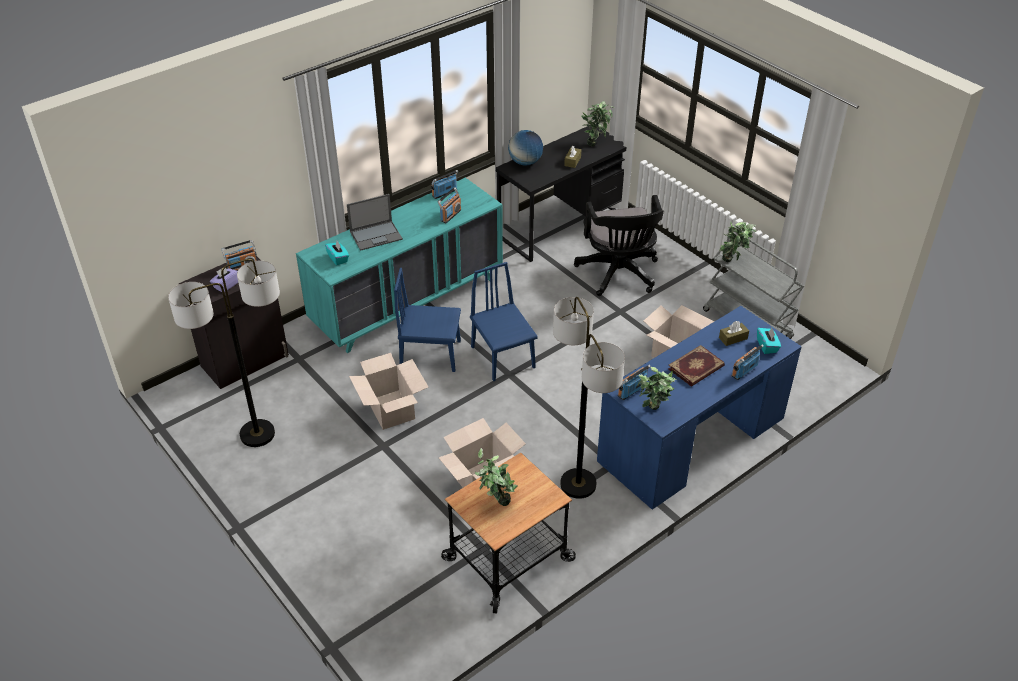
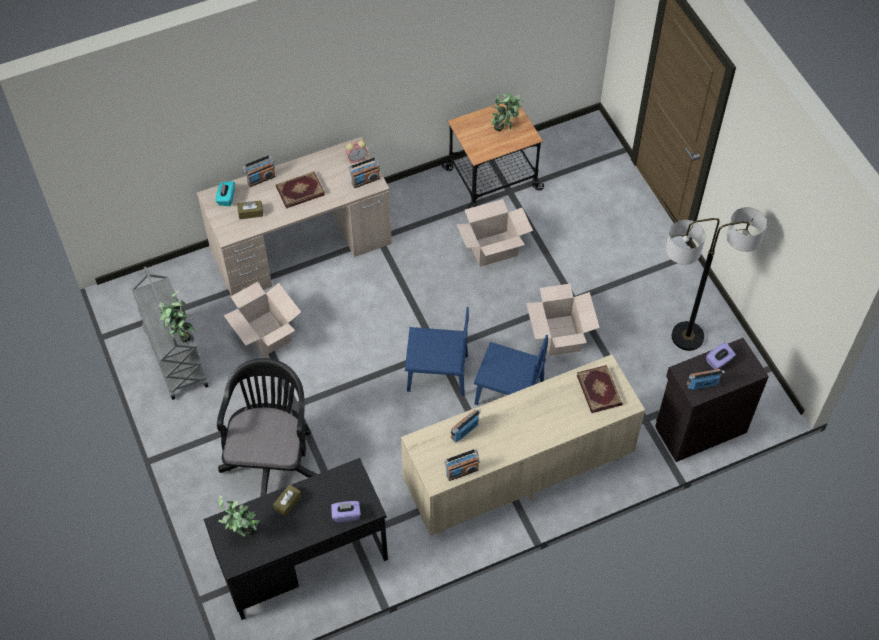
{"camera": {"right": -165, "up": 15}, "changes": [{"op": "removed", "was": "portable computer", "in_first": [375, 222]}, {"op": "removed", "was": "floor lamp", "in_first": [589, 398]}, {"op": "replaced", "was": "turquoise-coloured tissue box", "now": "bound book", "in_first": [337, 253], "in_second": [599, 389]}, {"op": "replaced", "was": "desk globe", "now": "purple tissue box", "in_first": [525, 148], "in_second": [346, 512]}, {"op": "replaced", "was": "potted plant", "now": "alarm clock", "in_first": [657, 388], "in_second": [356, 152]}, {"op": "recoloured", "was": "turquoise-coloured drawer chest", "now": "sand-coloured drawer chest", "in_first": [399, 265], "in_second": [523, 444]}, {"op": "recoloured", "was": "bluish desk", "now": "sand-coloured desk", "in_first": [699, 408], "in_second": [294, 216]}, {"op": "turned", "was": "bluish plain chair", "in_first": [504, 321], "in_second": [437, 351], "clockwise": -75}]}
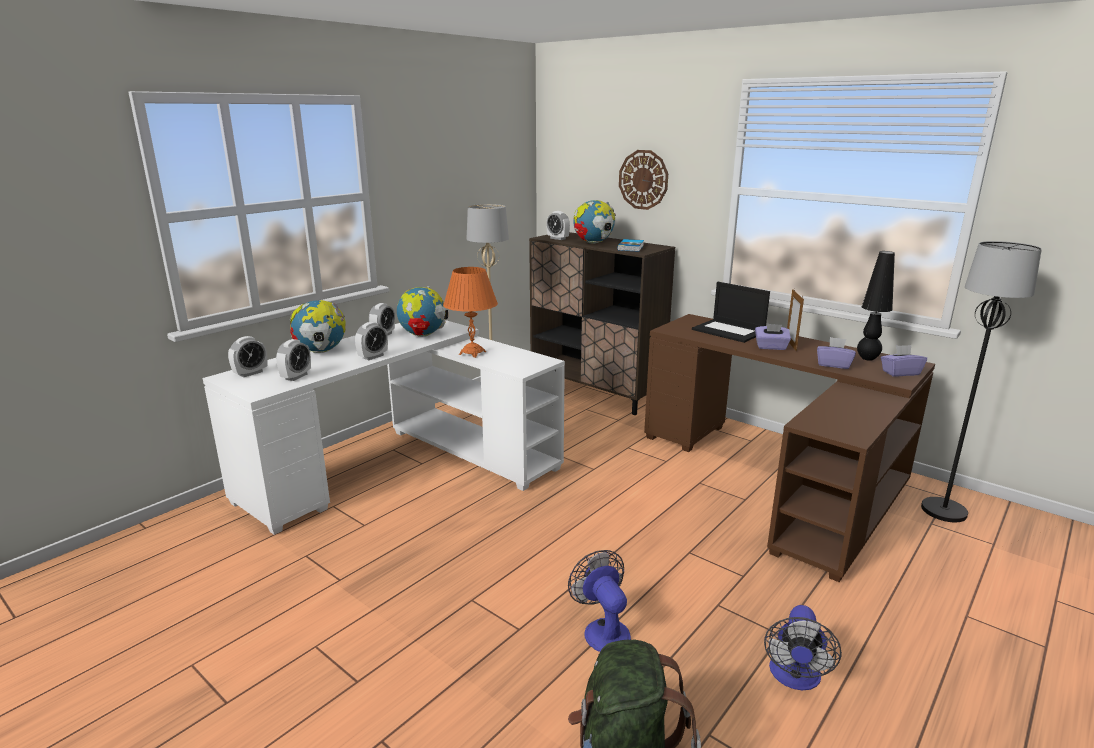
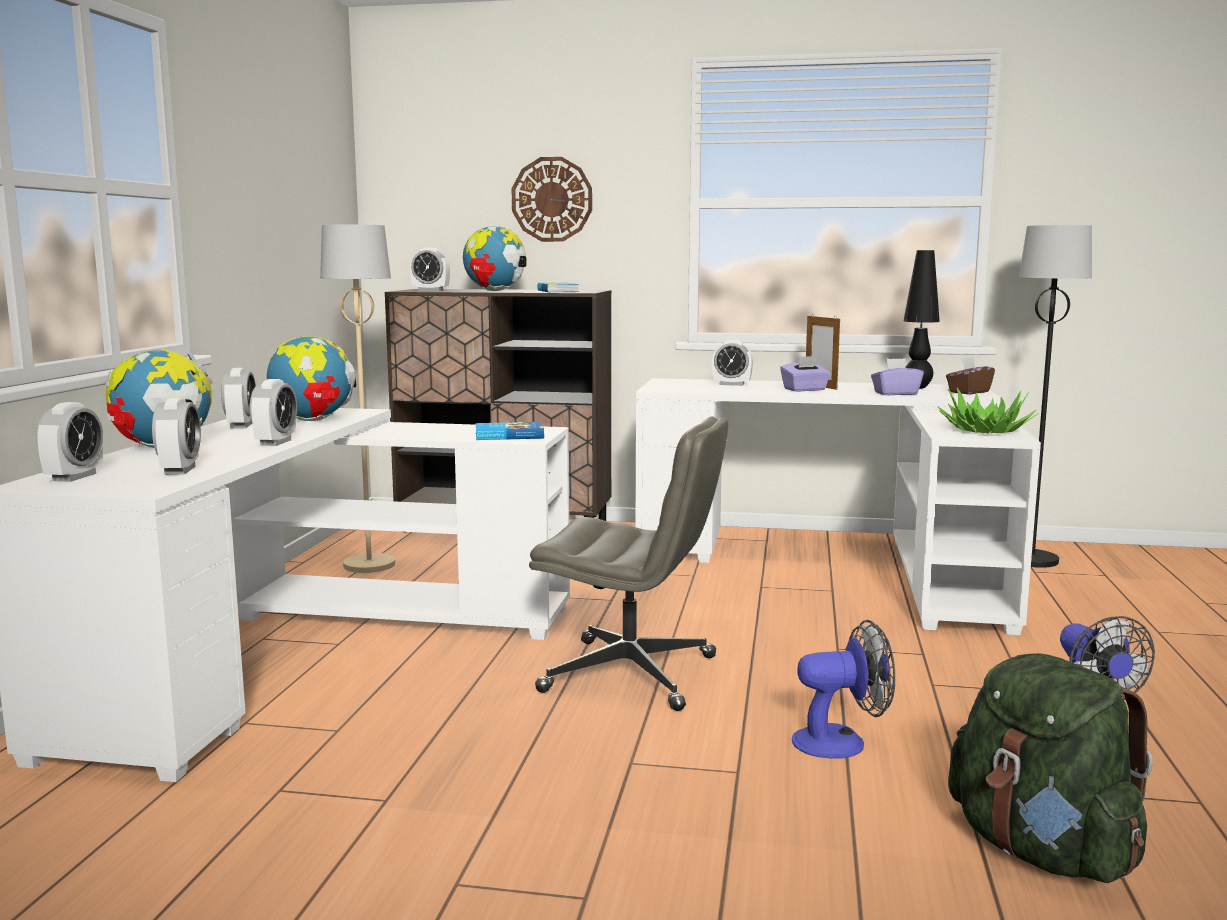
{"camera": {"right": -30, "up": -10}, "changes": [{"op": "removed", "was": "orange lamp for a table", "in_first": [470, 312]}, {"op": "added", "now": "bound book", "in_second": [510, 431]}, {"op": "added", "now": "grey office chair", "in_second": [628, 563]}, {"op": "added", "now": "potted plant", "in_second": [988, 411]}, {"op": "replaced", "was": "portable computer", "now": "alarm clock", "in_first": [731, 312], "in_second": [732, 363]}, {"op": "recoloured", "was": "brown desk", "now": "white-coloured desk", "in_first": [789, 448], "in_second": [838, 506]}, {"op": "recoloured", "was": "purple tissue box", "now": "brown tissue box", "in_first": [904, 361], "in_second": [970, 375]}, {"op": "turned", "was": "fan", "in_first": [599, 601], "in_second": [843, 689], "clockwise": 135}]}
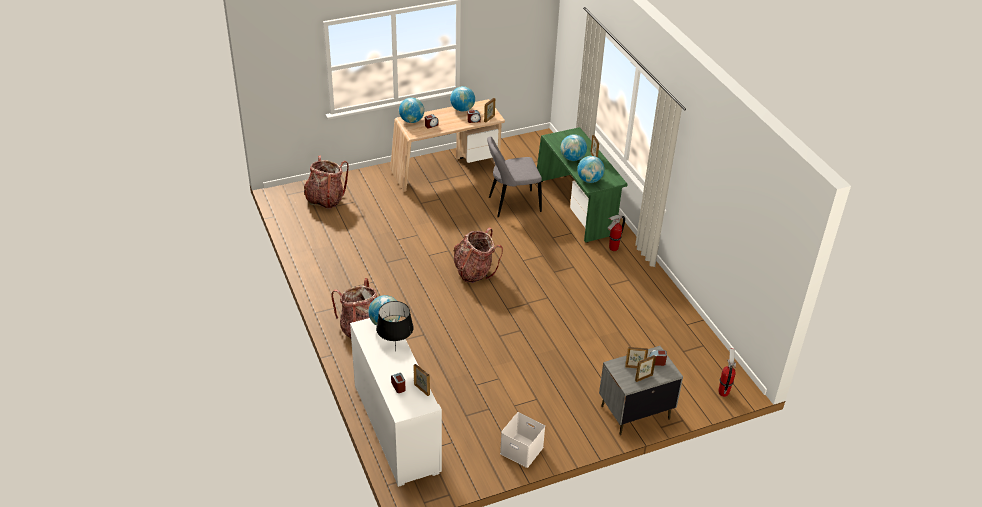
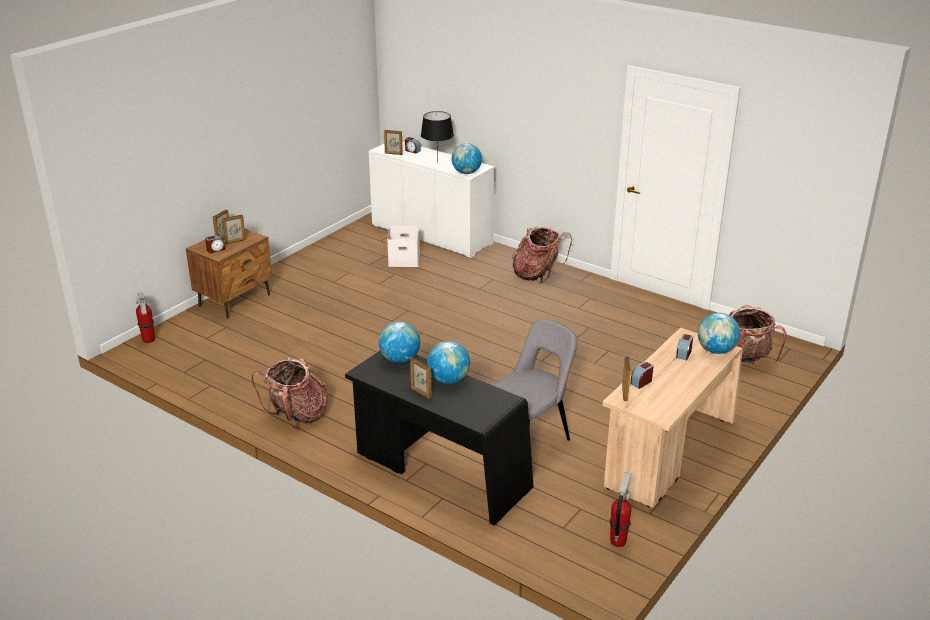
{"camera": {"right": 150, "up": -10}, "changes": [{"op": "removed", "was": "desk globe", "in_first": [462, 99]}, {"op": "moved", "was": "backpack", "in_first": [478, 255], "in_second": [290, 393]}, {"op": "moved", "was": "white-coloured storage container", "in_first": [522, 440], "in_second": [403, 246]}, {"op": "moved", "was": "fire extinguisher", "in_first": [616, 233], "in_second": [620, 509]}, {"op": "recoloured", "was": "green desk", "now": "black desk", "in_first": [582, 185], "in_second": [439, 438]}, {"op": "recoloured", "was": "grey night table", "now": "brown night table", "in_first": [641, 390], "in_second": [229, 274]}]}
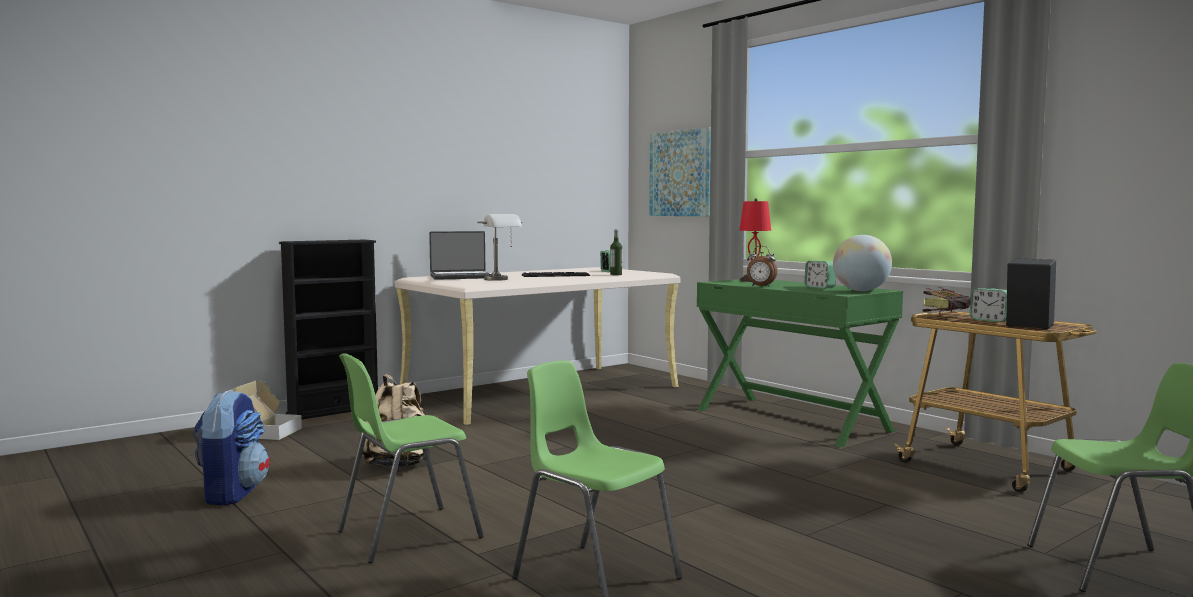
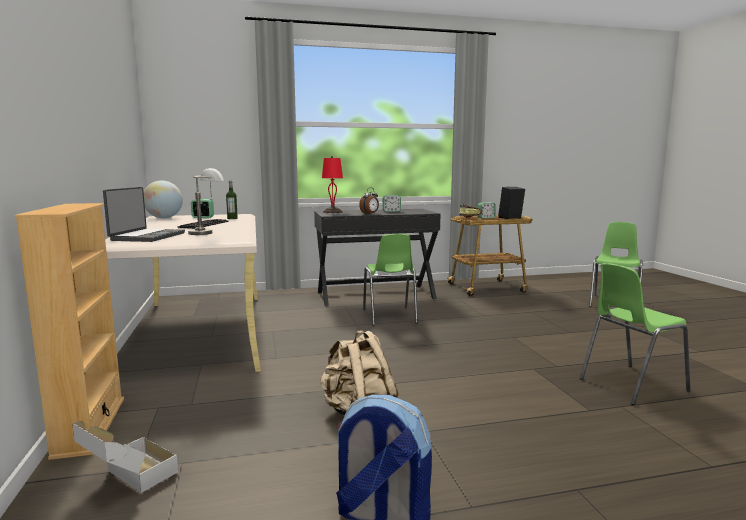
{"camera": {"right": -65, "up": 5}, "changes": [{"op": "removed", "was": "wall picture", "in_first": [680, 171]}, {"op": "moved", "was": "green plain chair", "in_first": [410, 458], "in_second": [390, 280]}, {"op": "moved", "was": "desk globe", "in_first": [862, 263], "in_second": [163, 199]}, {"op": "recoloured", "was": "black bookshelf", "now": "sand-coloured bookshelf", "in_first": [328, 329], "in_second": [69, 331]}, {"op": "recoloured", "was": "green desk", "now": "black desk", "in_first": [800, 363], "in_second": [377, 257]}]}
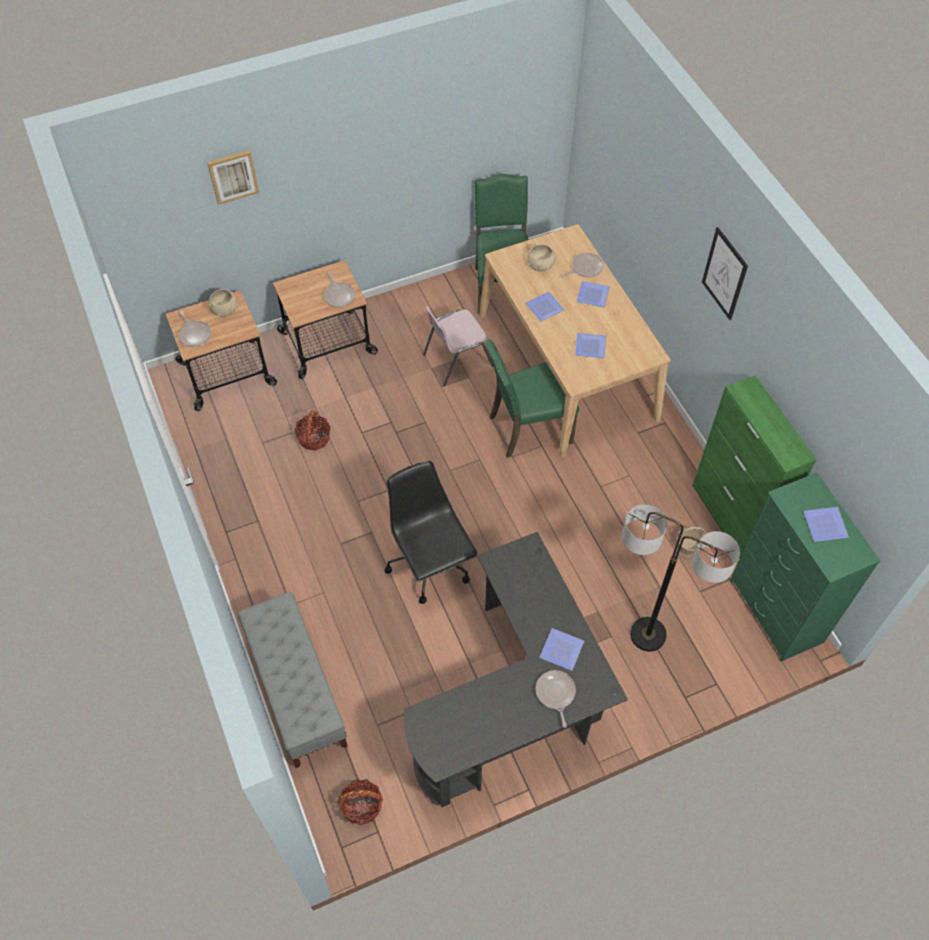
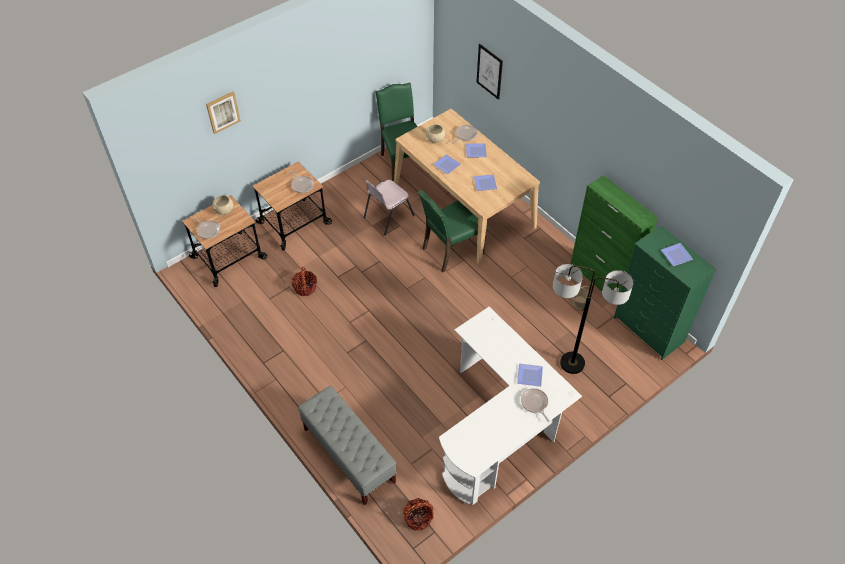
{"camera": {"right": -15, "up": -5}, "changes": [{"op": "removed", "was": "black office chair", "in_first": [431, 532]}, {"op": "moved", "was": "wall picture", "in_first": [725, 273], "in_second": [489, 72]}, {"op": "recoloured", "was": "black desk", "now": "white-coloured desk", "in_first": [516, 669], "in_second": [510, 406]}]}
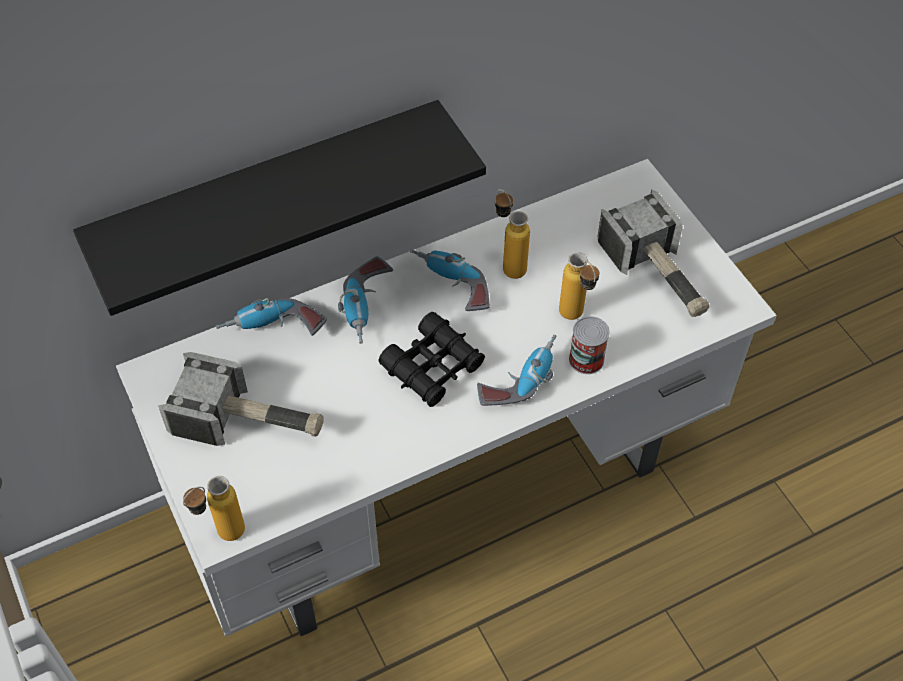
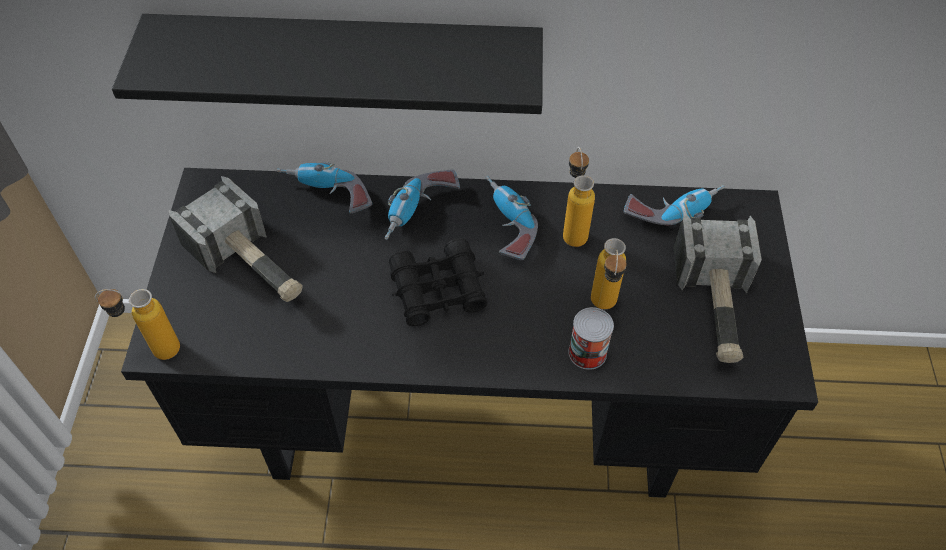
{"camera": {"right": 30, "up": 0}, "changes": [{"op": "moved", "was": "electric drill", "in_first": [517, 370], "in_second": [674, 205]}, {"op": "recoloured", "was": "white-coloured desk", "now": "black desk", "in_first": [446, 398], "in_second": [469, 333]}]}
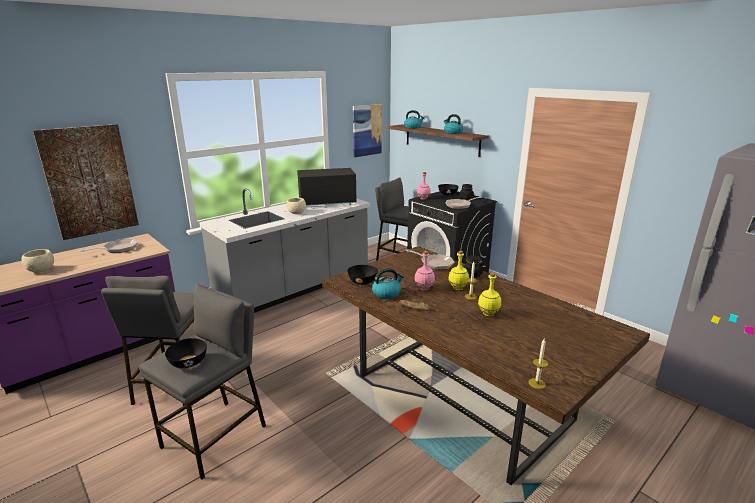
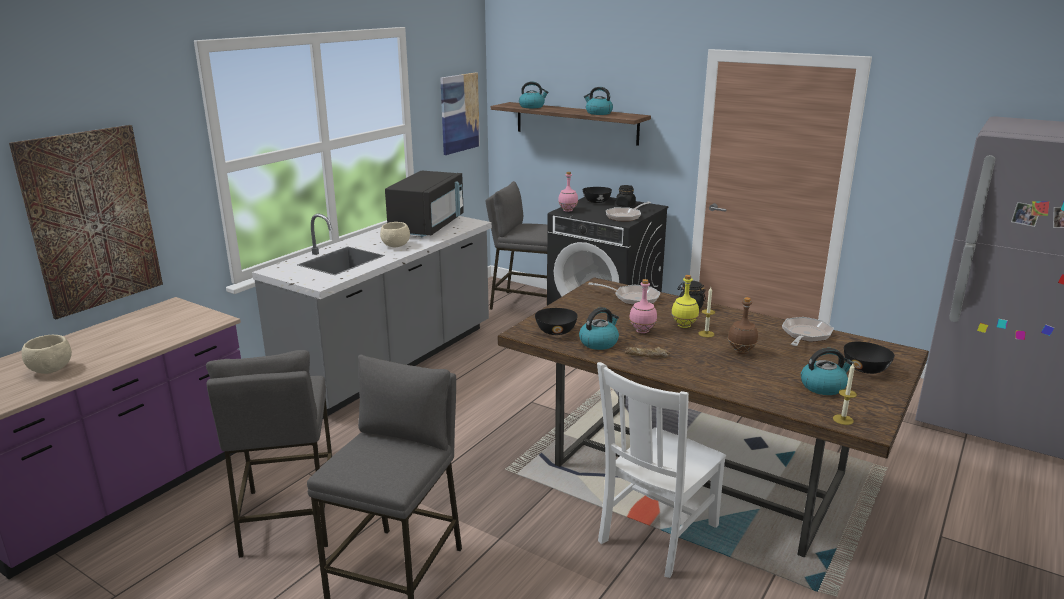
{"camera": {"right": -15, "up": 0}, "changes": [{"op": "added", "now": "white-coloured plain chair", "in_second": [661, 470]}, {"op": "added", "now": "tea kettle", "in_second": [827, 371]}, {"op": "moved", "was": "skillet", "in_first": [108, 246], "in_second": [808, 331]}, {"op": "moved", "was": "black bowl", "in_first": [186, 353], "in_second": [869, 358]}, {"op": "recoloured", "was": "yellow beverage bottle", "now": "brown beverage bottle", "in_first": [489, 294], "in_second": [743, 325]}, {"op": "turned", "was": "black microwave oven", "in_first": [326, 187], "in_second": [424, 204], "clockwise": 135}]}
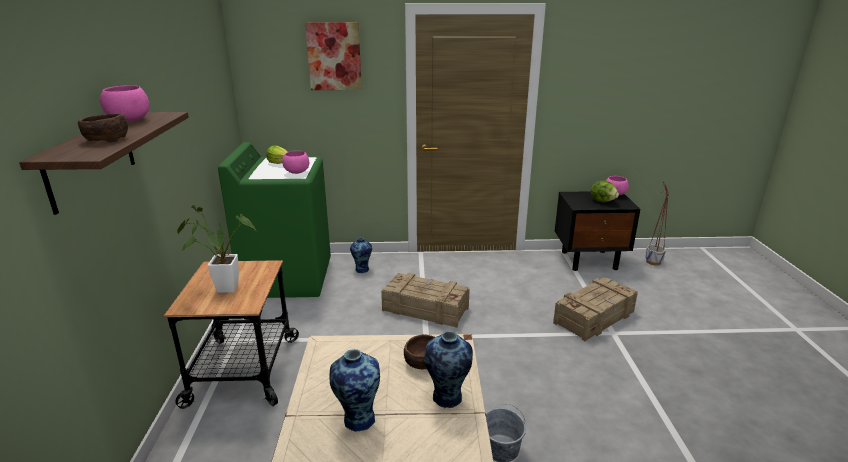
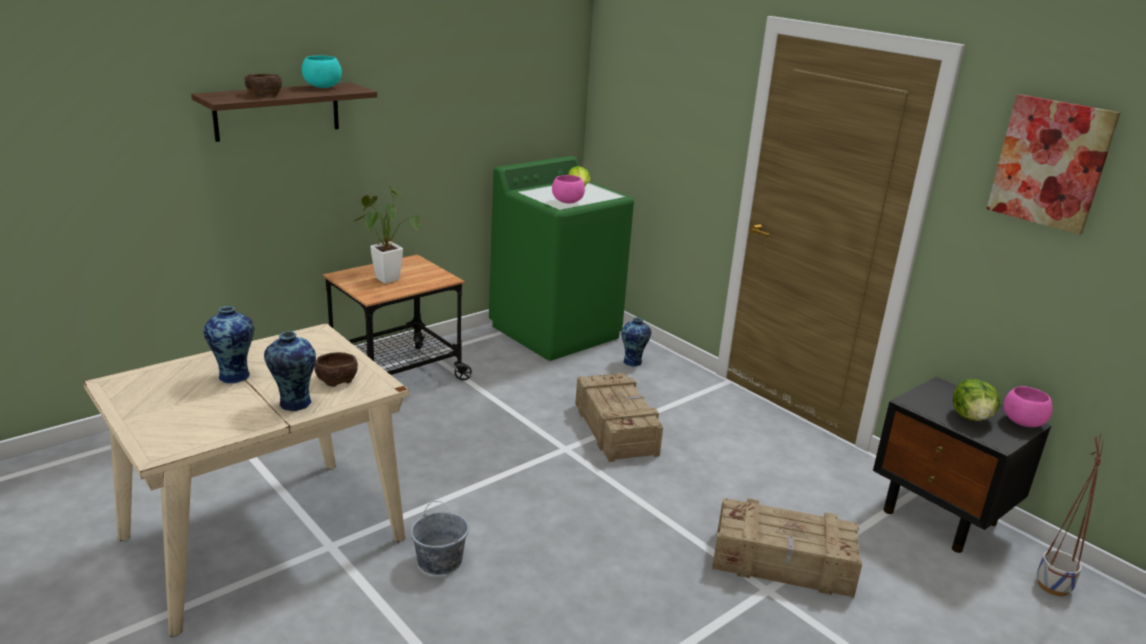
{"camera": {"right": 50, "up": 0}, "changes": [{"op": "moved", "was": "wall picture", "in_first": [333, 56], "in_second": [1054, 164]}, {"op": "recoloured", "was": "pink-coloured bowl", "now": "turquoise-coloured bowl", "in_first": [124, 103], "in_second": [322, 71]}]}
